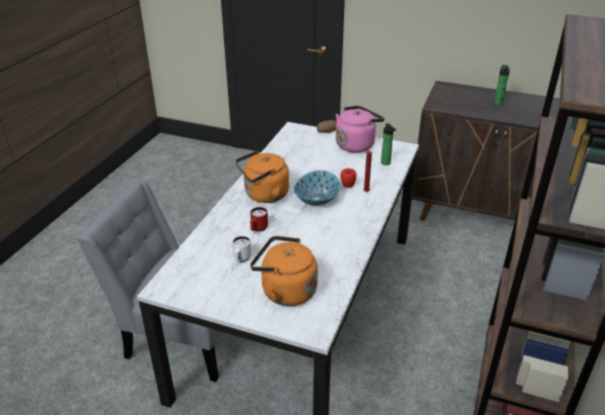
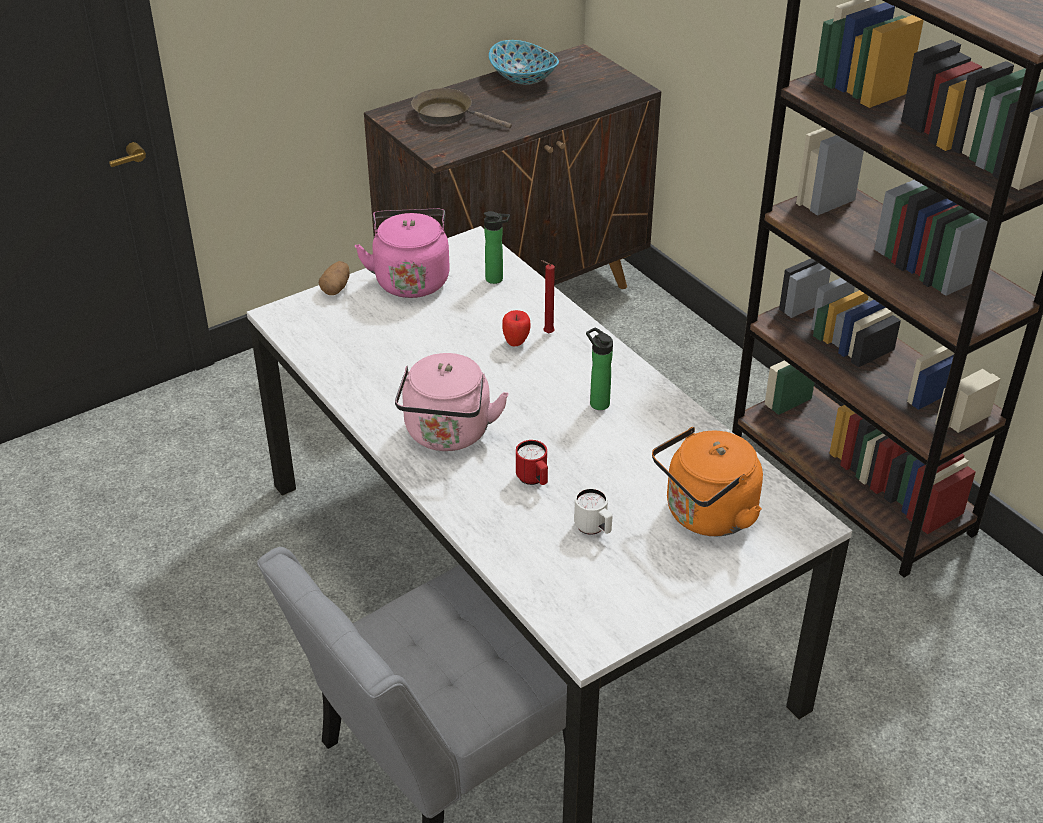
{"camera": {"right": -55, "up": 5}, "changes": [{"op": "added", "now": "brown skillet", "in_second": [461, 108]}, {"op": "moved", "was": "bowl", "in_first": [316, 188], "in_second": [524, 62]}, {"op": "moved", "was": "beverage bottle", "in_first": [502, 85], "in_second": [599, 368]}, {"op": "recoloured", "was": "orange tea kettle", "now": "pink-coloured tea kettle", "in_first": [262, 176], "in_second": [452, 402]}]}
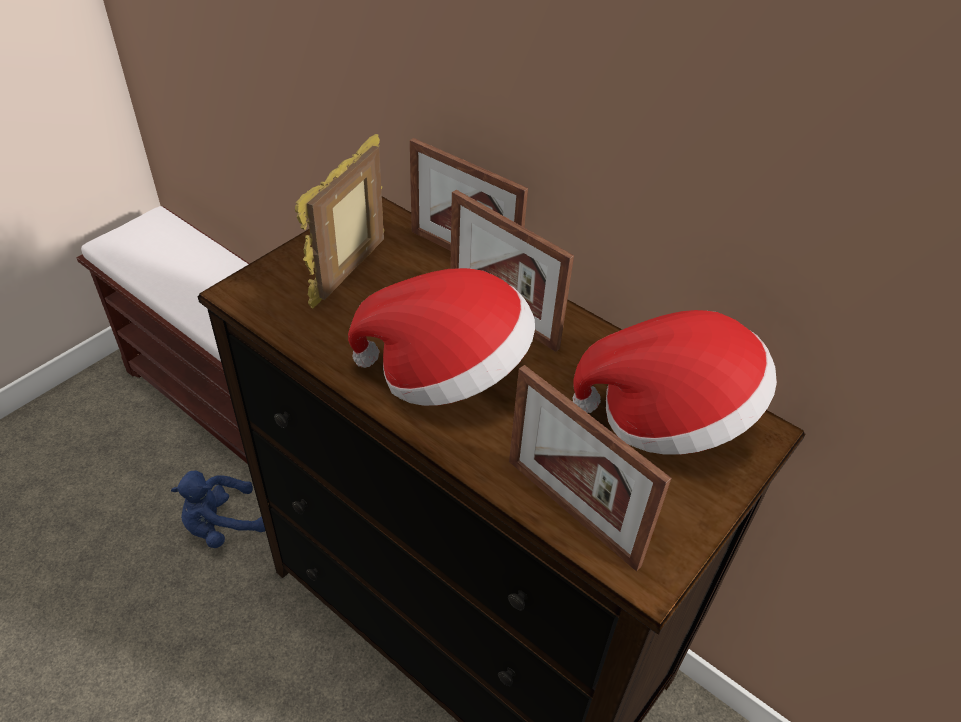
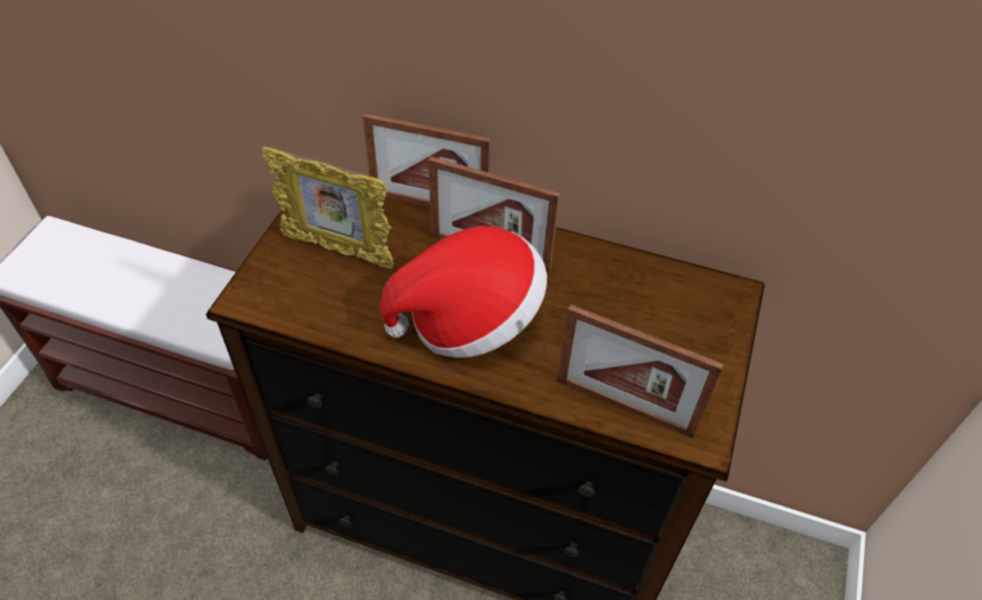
{"camera": {"right": -20, "up": 5}, "changes": [{"op": "removed", "was": "bluish cuddly toy", "in_first": [218, 509]}, {"op": "removed", "was": "hat", "in_first": [675, 382]}, {"op": "turned", "was": "standing frame", "in_first": [339, 221], "in_second": [328, 207], "clockwise": -75}]}
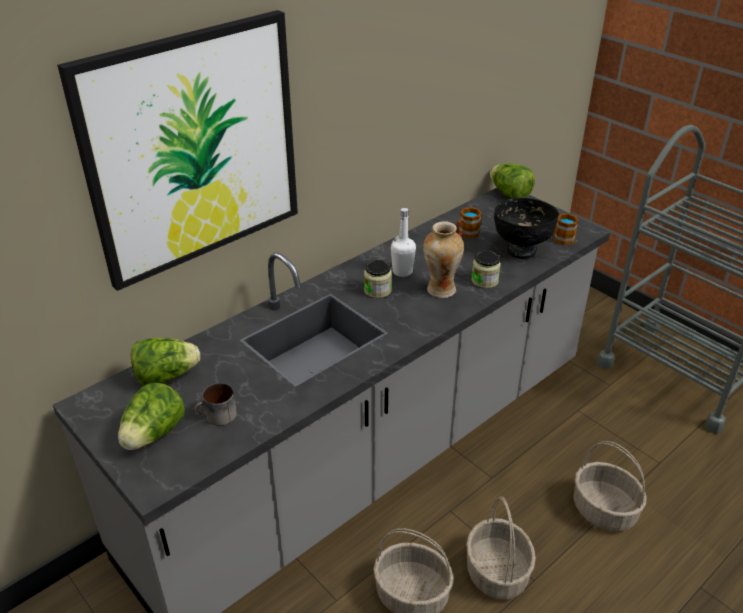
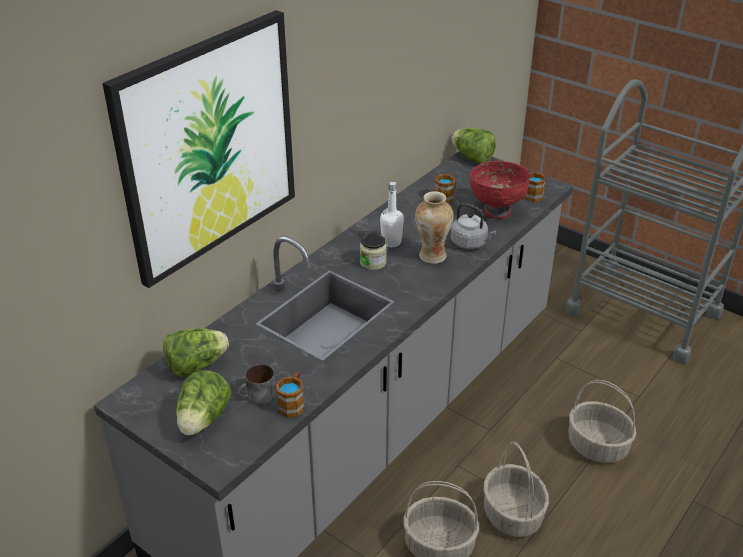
{"camera": {"right": -10, "up": 0}, "changes": [{"op": "added", "now": "coffee mug", "in_second": [290, 395]}, {"op": "replaced", "was": "storage jar", "now": "grey tea kettle", "in_first": [486, 269], "in_second": [473, 226]}, {"op": "recoloured", "was": "black bowl", "now": "reddish bowl", "in_first": [526, 228], "in_second": [500, 190]}]}
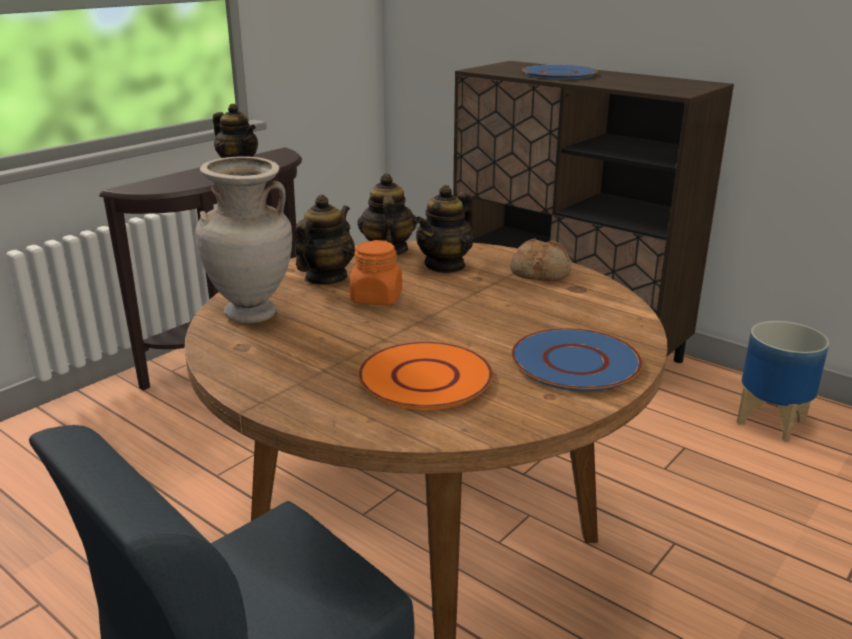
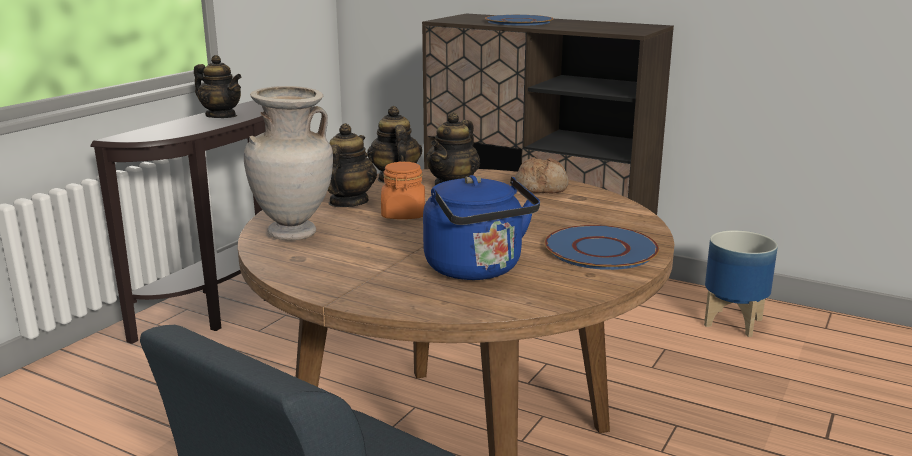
{"camera": {"right": -10, "up": -5}, "changes": [{"op": "replaced", "was": "orange flat dish", "now": "bluish tea kettle", "in_first": [425, 376], "in_second": [481, 227]}]}
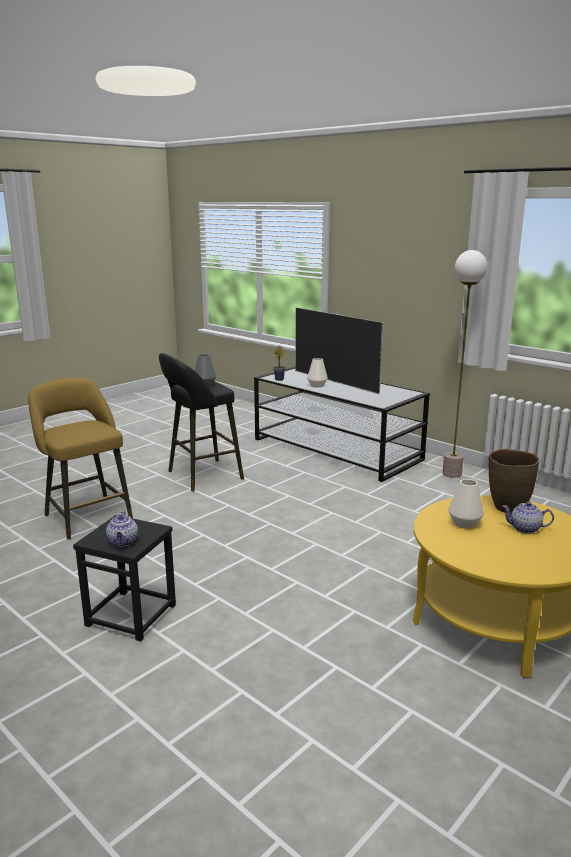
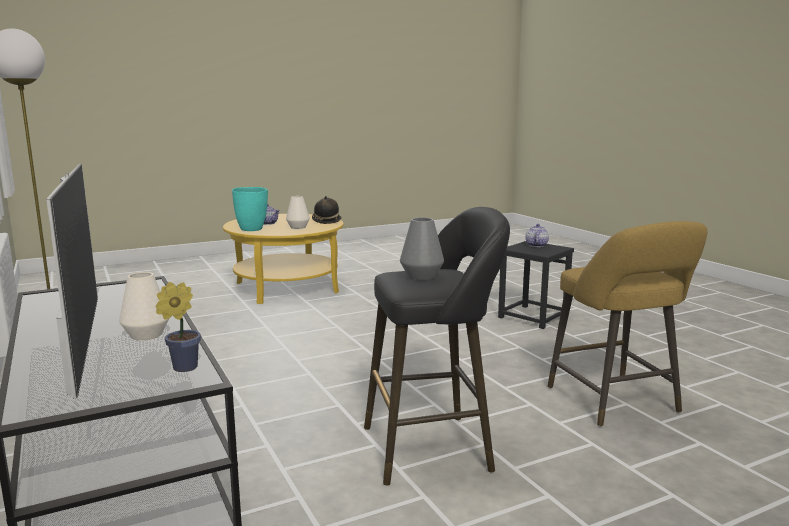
{"camera": {"right": -160, "up": -5}, "changes": [{"op": "added", "now": "hat", "in_second": [327, 210]}, {"op": "recoloured", "was": "brown decorative vase", "now": "turquoise-coloured decorative vase", "in_first": [514, 480], "in_second": [250, 209]}]}
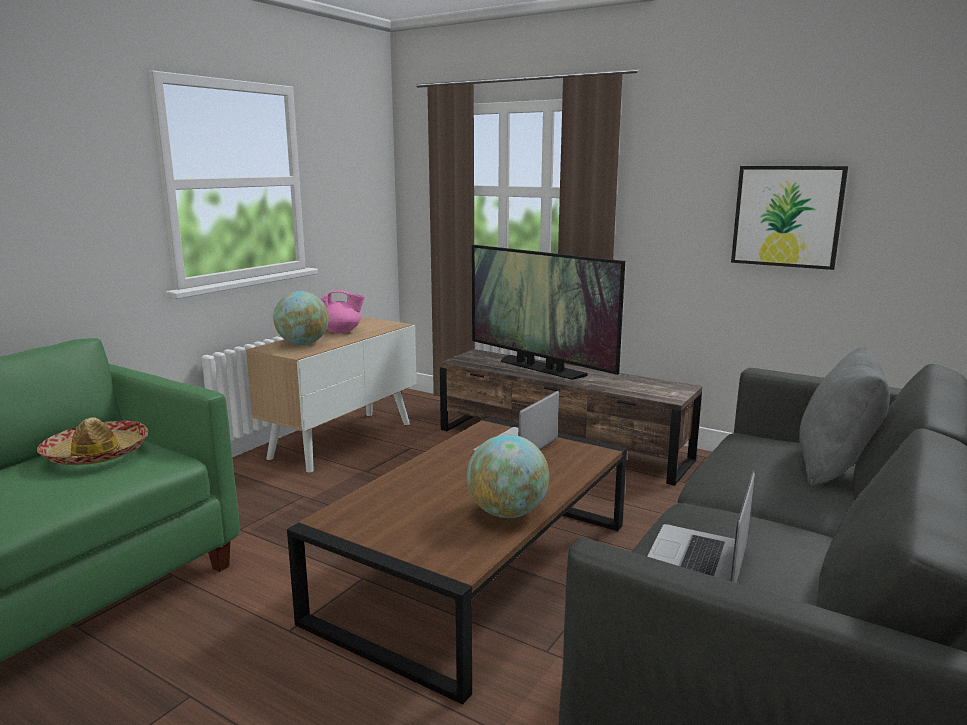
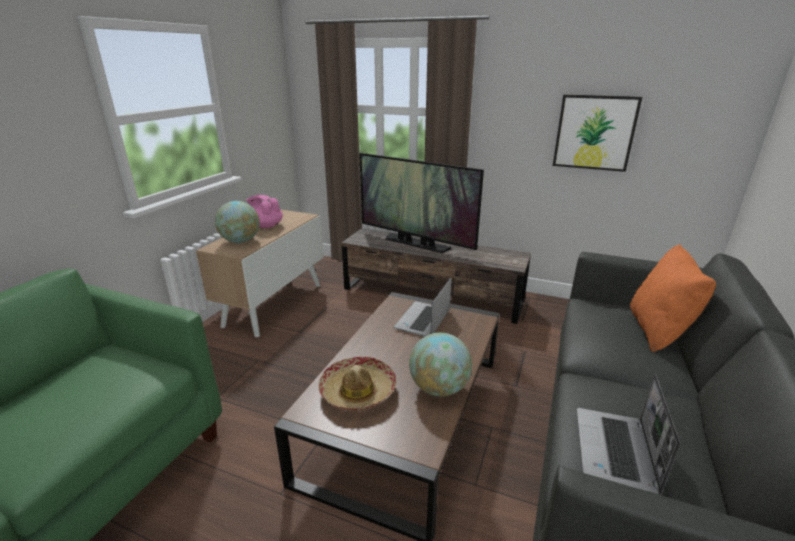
{"camera": {"right": -10, "up": 10}, "changes": [{"op": "moved", "was": "hat", "in_first": [92, 441], "in_second": [357, 384]}, {"op": "recoloured", "was": "grey cushion", "now": "orange cushion", "in_first": [844, 416], "in_second": [673, 298]}, {"op": "turned", "was": "pink-coloured pot for tea", "in_first": [343, 311], "in_second": [265, 211], "clockwise": -135}]}
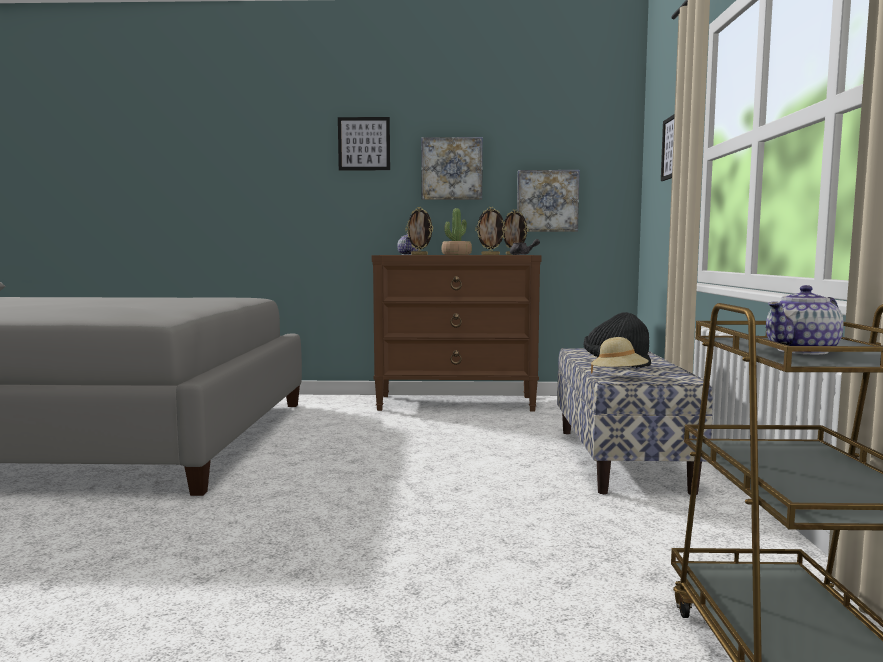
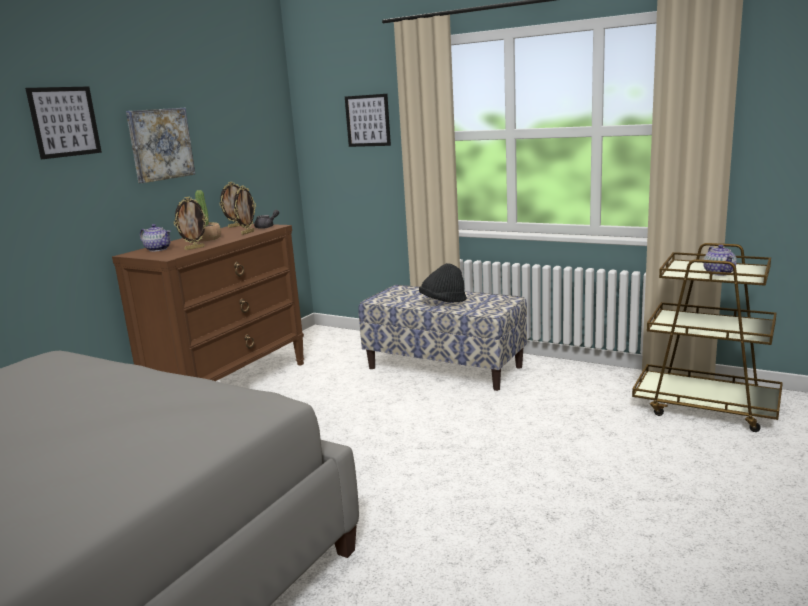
{"camera": {"right": -60, "up": 10}, "changes": [{"op": "removed", "was": "wall picture", "in_first": [548, 201]}, {"op": "removed", "was": "sand-coloured hat", "in_first": [620, 355]}]}
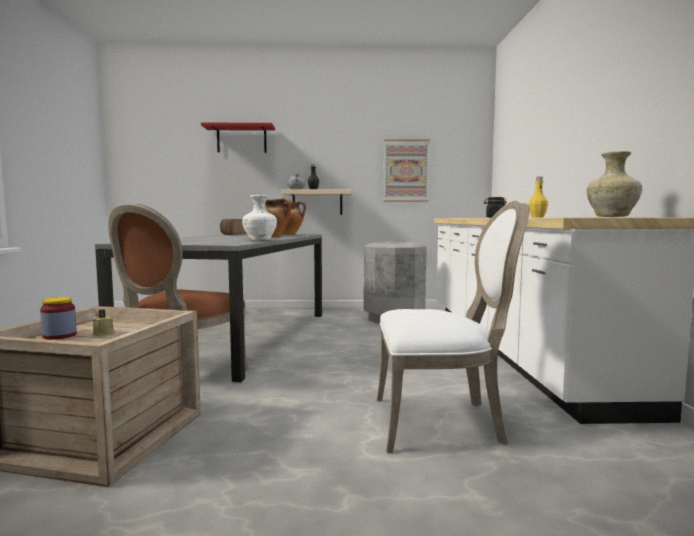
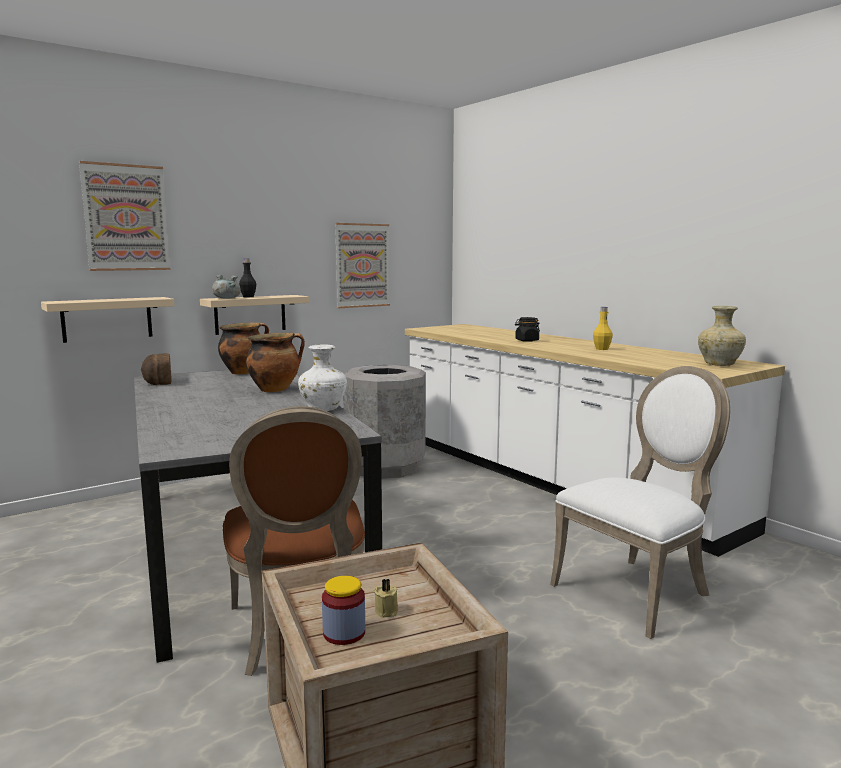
{"camera": {"right": -35, "up": 5}, "changes": [{"op": "added", "now": "sand-coloured shelf", "in_second": [108, 320]}, {"op": "replaced", "was": "reddish shelf", "now": "wall picture", "in_first": [238, 137], "in_second": [124, 216]}]}
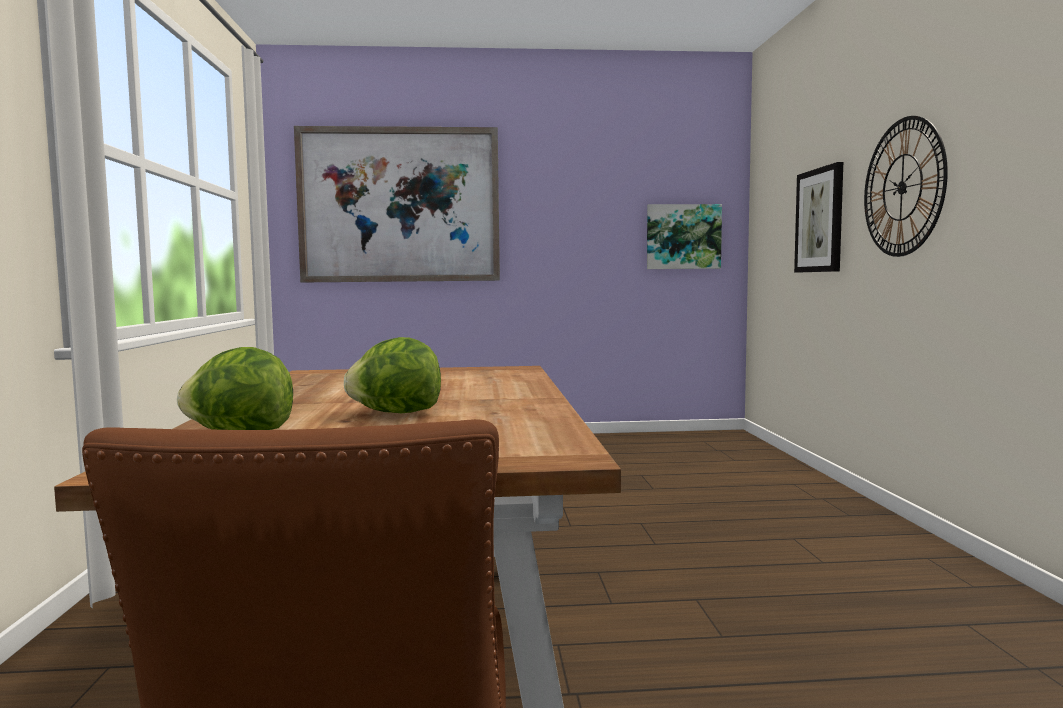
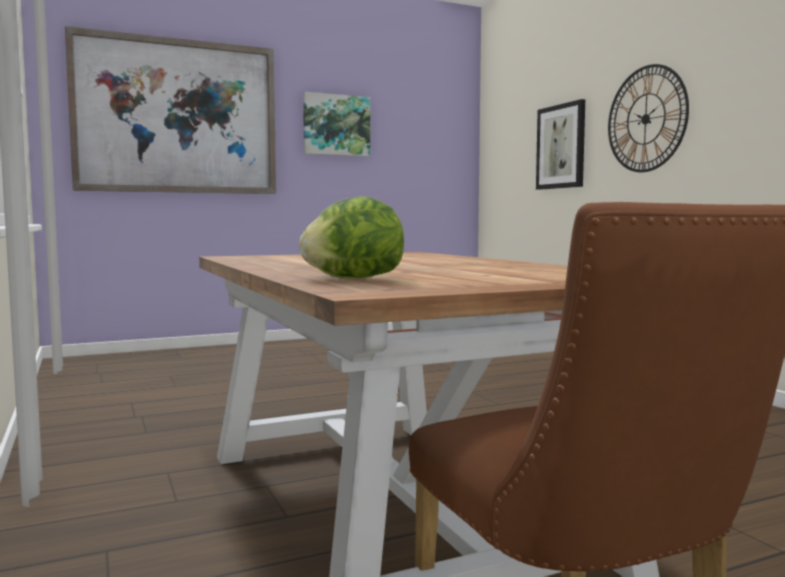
{"camera": {"right": -20, "up": 0}, "changes": [{"op": "removed", "was": "head of lettuce", "in_first": [392, 375]}, {"op": "moved", "was": "wall picture", "in_first": [684, 236], "in_second": [336, 124]}]}
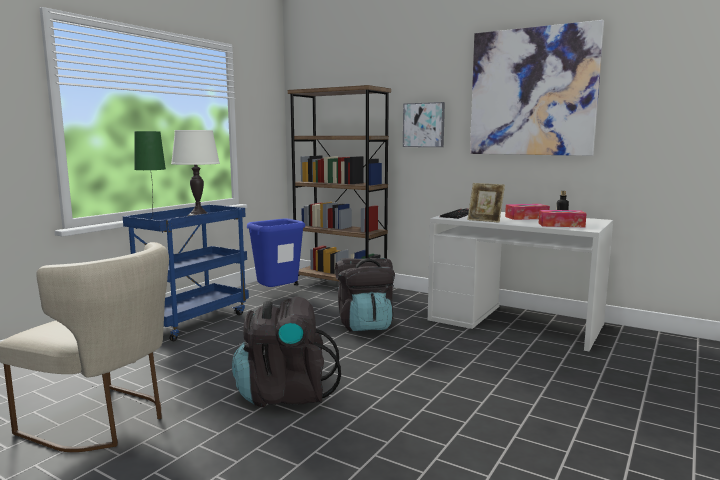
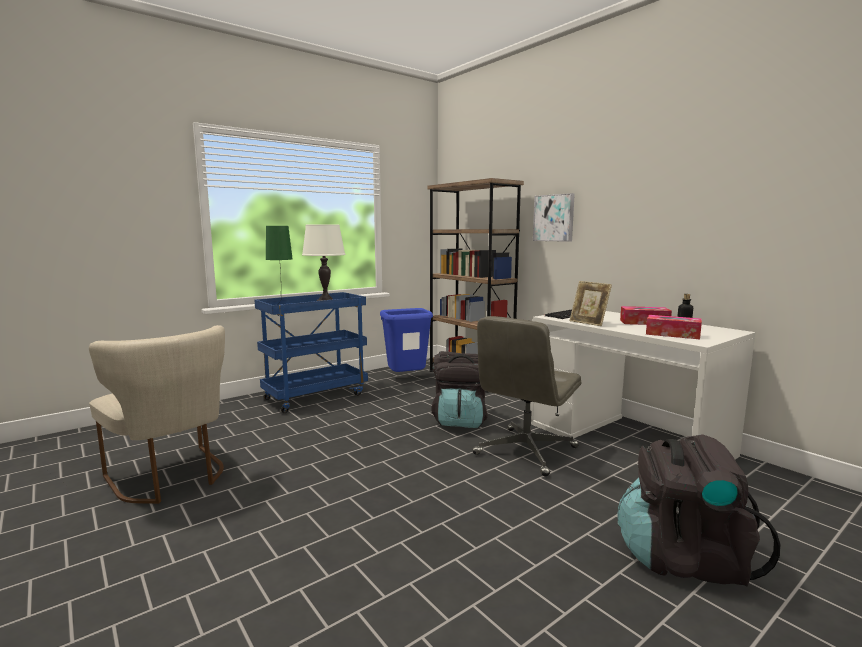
{"camera": {"right": 20, "up": 0}, "changes": [{"op": "removed", "was": "wall picture", "in_first": [537, 88]}, {"op": "added", "now": "grey office chair", "in_second": [526, 396]}, {"op": "moved", "was": "black backpack", "in_first": [286, 351], "in_second": [698, 511]}]}
